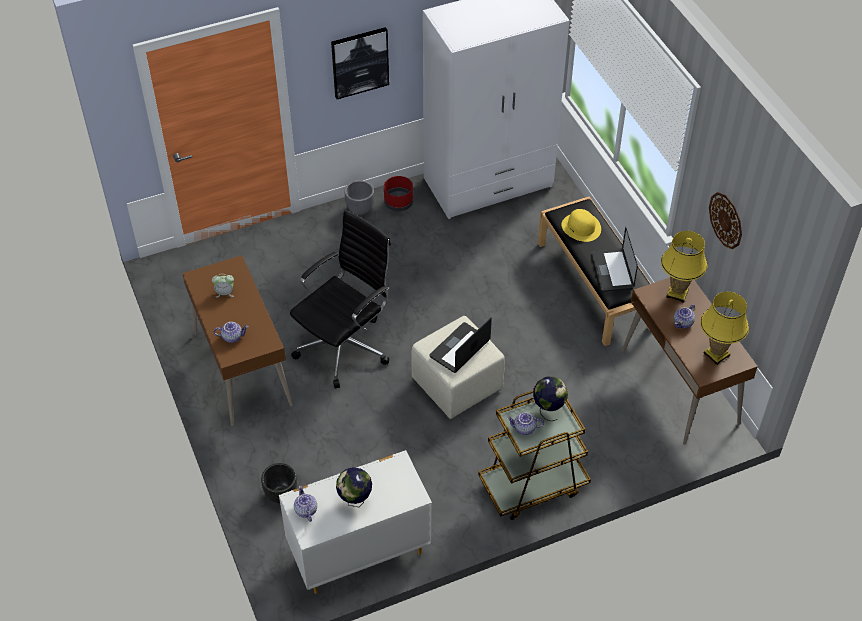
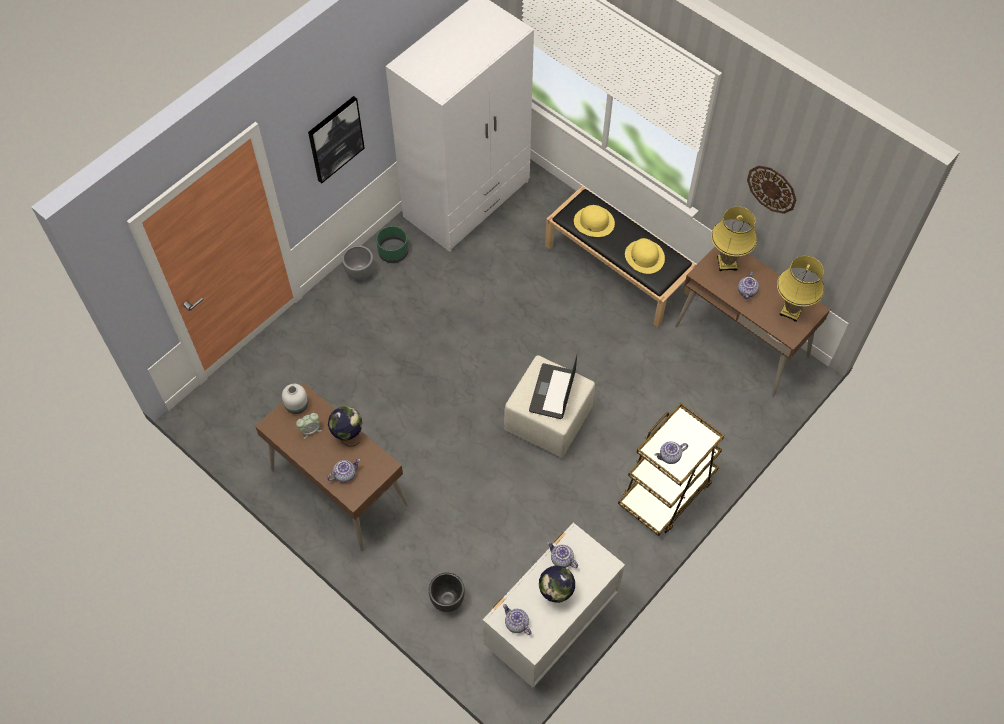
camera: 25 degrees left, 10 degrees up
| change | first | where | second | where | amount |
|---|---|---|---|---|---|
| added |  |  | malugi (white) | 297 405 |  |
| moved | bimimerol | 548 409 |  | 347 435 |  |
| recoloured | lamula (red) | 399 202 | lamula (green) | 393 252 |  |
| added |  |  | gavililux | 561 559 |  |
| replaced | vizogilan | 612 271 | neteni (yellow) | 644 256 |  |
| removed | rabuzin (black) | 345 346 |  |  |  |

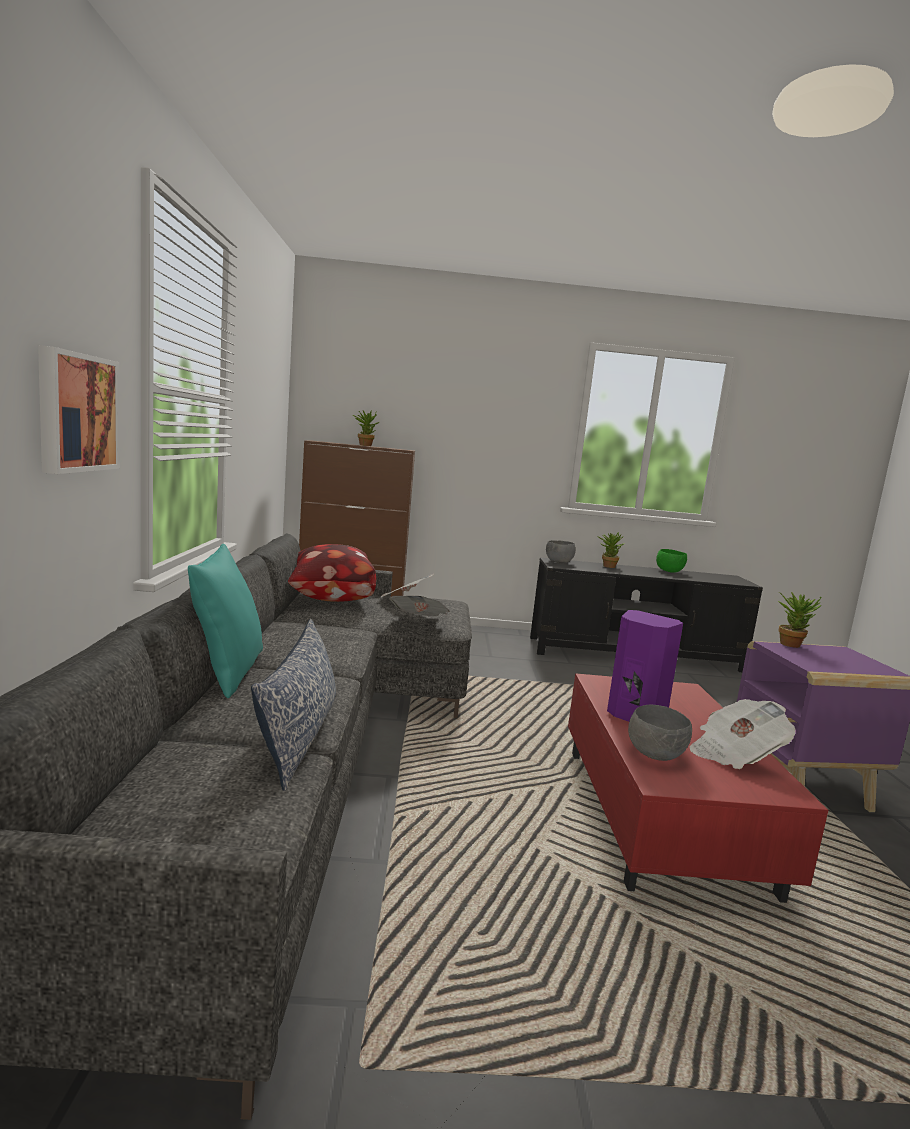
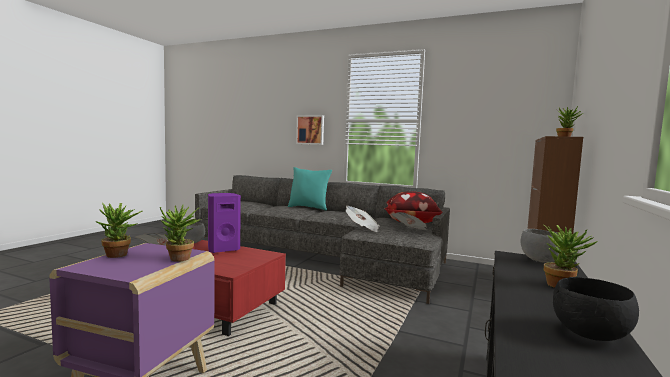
camera: 115 degrees right, 5 degrees down
| change | first | where | second | where | amount |
|---|---|---|---|---|---|
| added |  |  | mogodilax | 120 255 |  |
| recoloured | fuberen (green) | 670 571 | fuberen (black) | 590 335 |  |
| removed | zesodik | 299 734 |  |  |  |

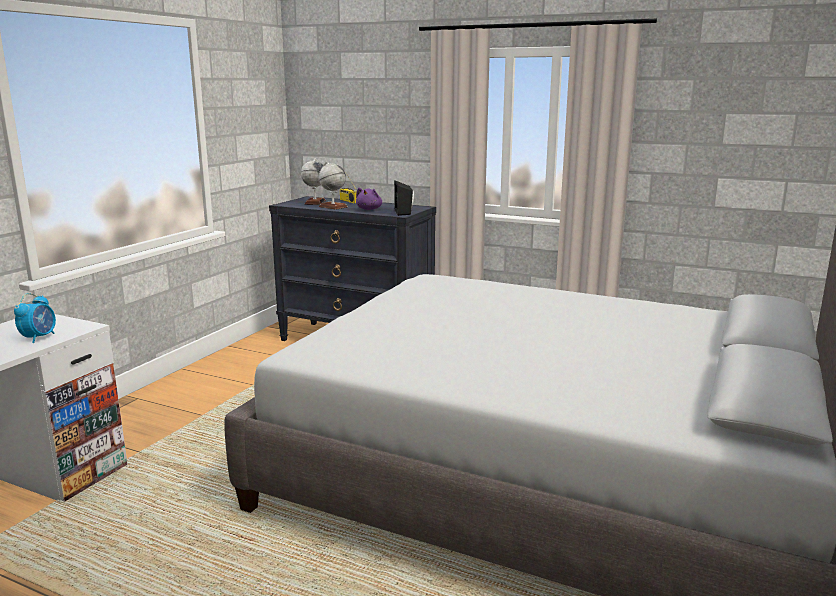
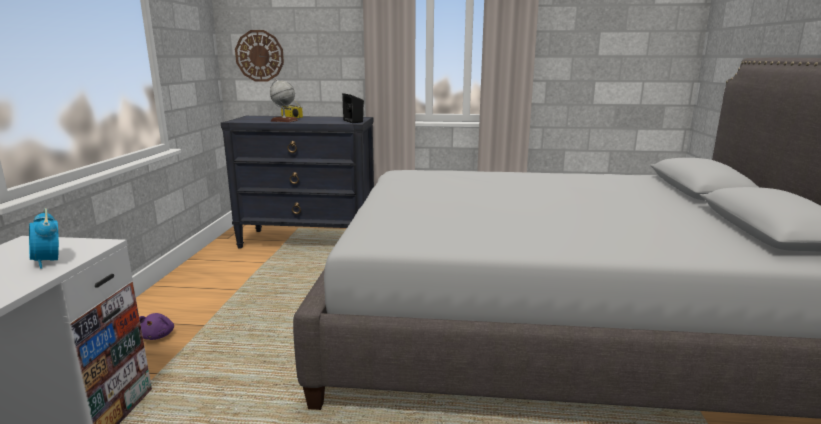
camera: 20 degrees left, 0 degrees up
| change | first | where | second | where | amount |
|---|---|---|---|---|---|
| turned | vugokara | 39 337 |  | 48 262 | 150 degrees clockwise |
| moved | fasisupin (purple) | 369 209 |  | 158 336 |  |
| added |  |  | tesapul | 259 56 |  |
| removed | bimimerol | 315 202 |  |  |  |

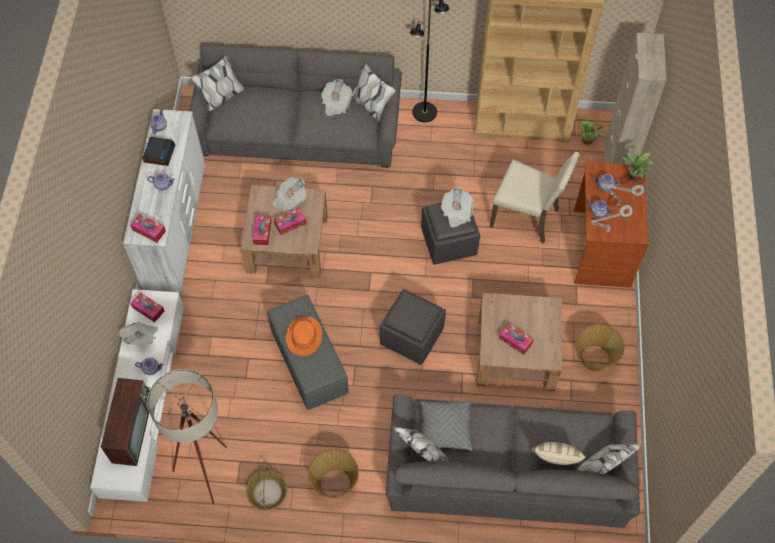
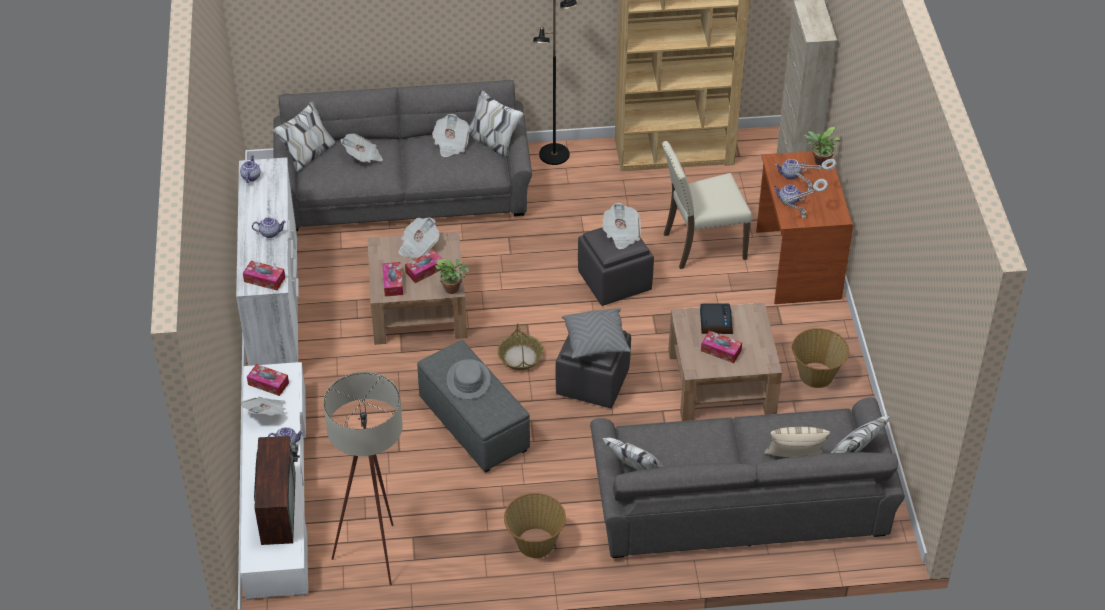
camera: 10 degrees left, 15 degrees down
| change | first | where | second | where | amount |
|---|---|---|---|---|---|
| added |  |  | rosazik | 363 157 |  |
| moved | mogodilax | 588 141 |  | 453 289 |  |
| recoloured | neteni (orange) | 304 336 | neteni (grey) | 468 380 |  |
| moved | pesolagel | 267 492 |  | 520 357 |  |
| moved | zesodik (grey) | 445 429 |  | 596 341 |  |
| turned | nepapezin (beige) | 526 217 |  | 702 245 | 150 degrees clockwise |
| moved | vugokara | 159 153 |  | 715 322 |  |

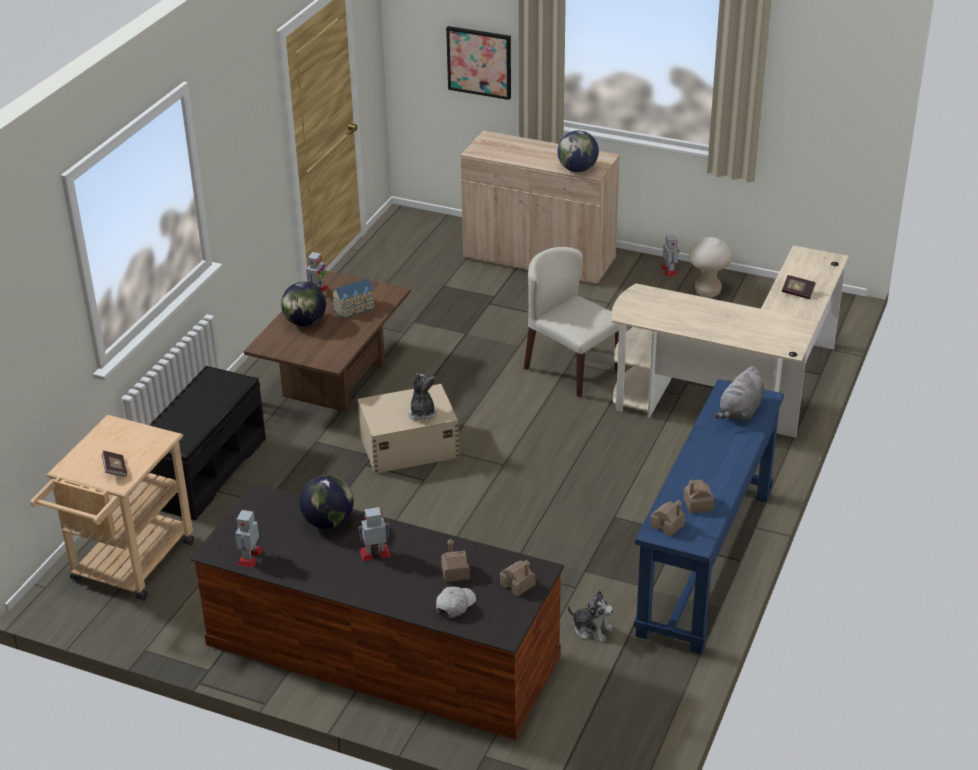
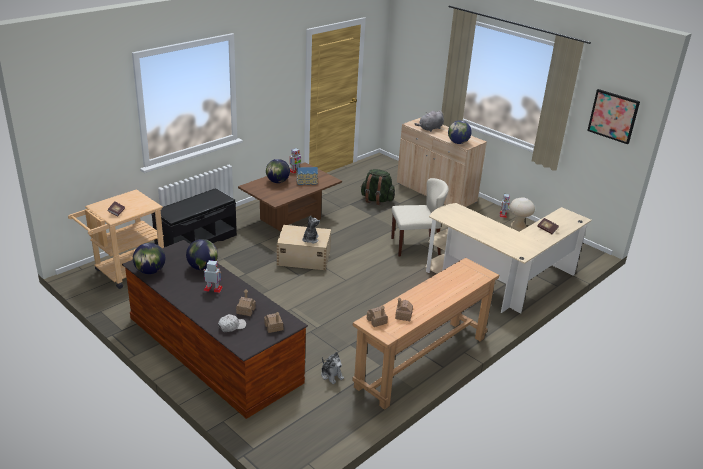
camera: 20 degrees right, 5 degrees down
| change | first | where | second | where | amount |
|---|---|---|---|---|---|
| replaced | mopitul | 250 556 | bimimerol | 150 271 |  |
| recoloured | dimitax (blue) | 705 562 | dimitax (brown) | 422 361 |  |
| added |  |  | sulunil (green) | 376 200 |  |
| turned | nepapezin (beige) | 571 369 |  | 415 246 | 105 degrees clockwise |
| moved | fasisupin (grey) | 740 411 |  | 430 129 |  |
| moved | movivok | 479 62 |  | 613 116 |  |

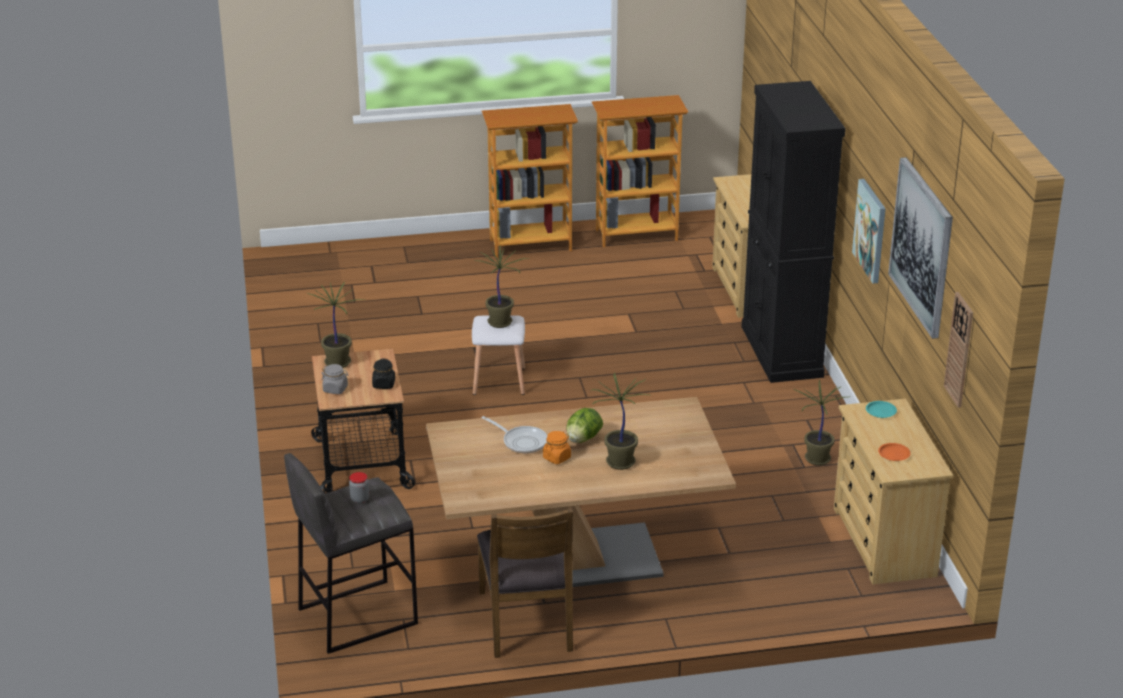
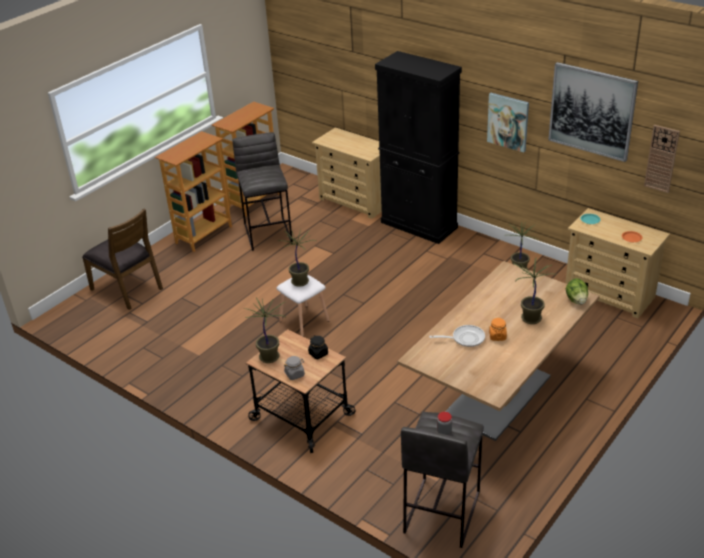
camera: 40 degrees left, 5 degrees up
| change | first | where | second | where | amount |
|---|---|---|---|---|---|
| moved | nepapezin (brown) | 527 621 |  | 128 288 |  |
| added |  |  | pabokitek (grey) | 268 233 |  |
| moved | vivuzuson | 583 439 |  | 576 300 |  |

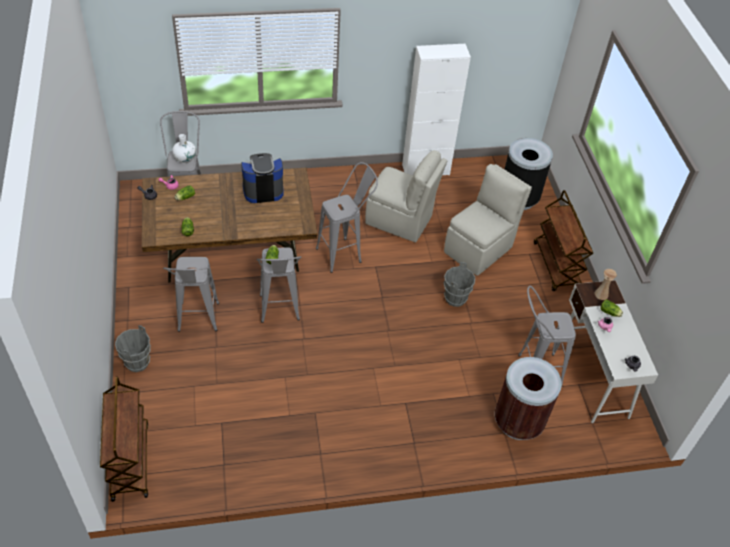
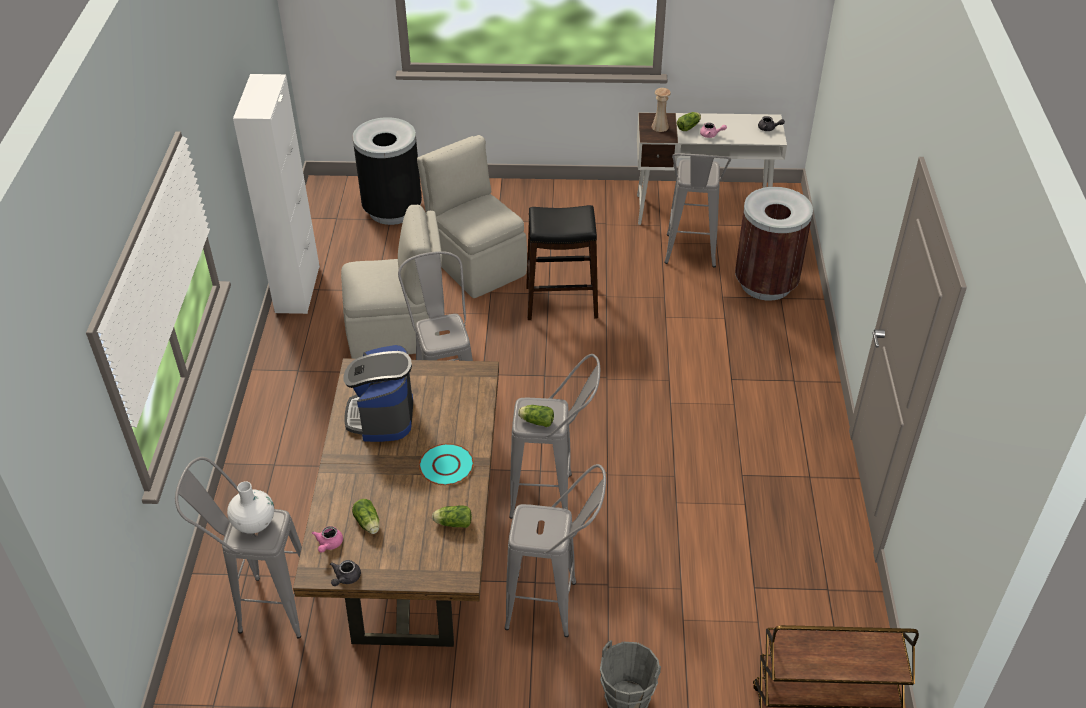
camera: 75 degrees left, 5 degrees down
| change | first | where | second | where | amount |
|---|---|---|---|---|---|
| turned | nepapezin (beige) | 400 220 |  | 397 333 | 45 degrees clockwise |
| added |  |  | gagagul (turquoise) | 446 465 |  |
| replaced | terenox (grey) | 455 298 | pabokitek (black) | 562 302 |  |
| removed | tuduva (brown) | 556 266 |  |  |  |

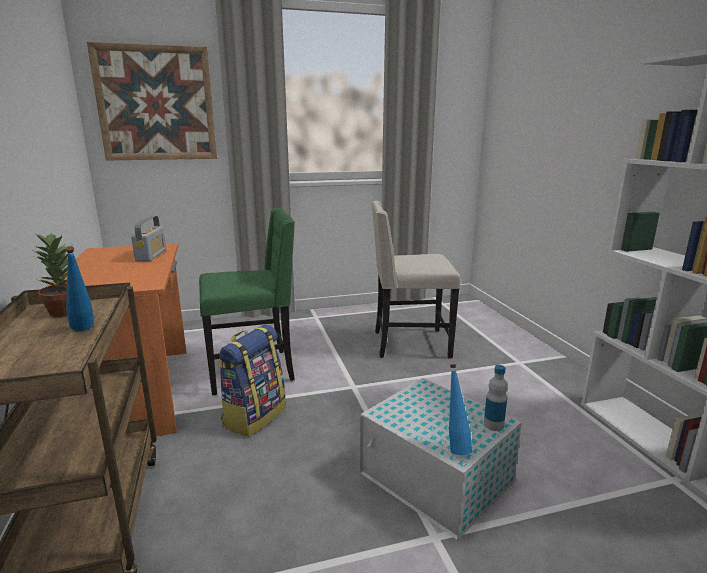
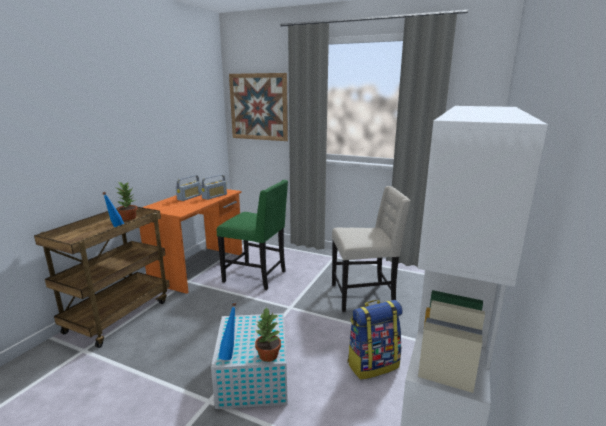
camera: 40 degrees right, 0 degrees up
| change | first | where | second | where | amount |
|---|---|---|---|---|---|
| added |  |  | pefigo | 189 197 |  |
| replaced | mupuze | 493 425 | mogodilax | 268 356 |  |
| turned | nepapezin (beige) | 409 344 |  | 364 296 | 135 degrees clockwise |
| moved | sulunil | 254 416 |  | 373 364 |  |

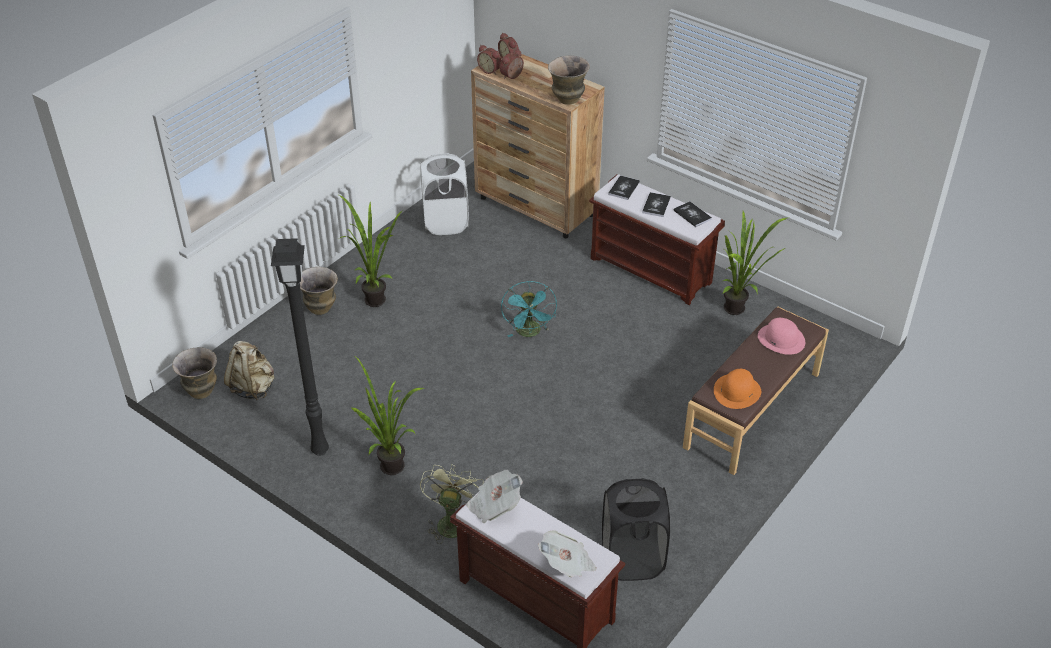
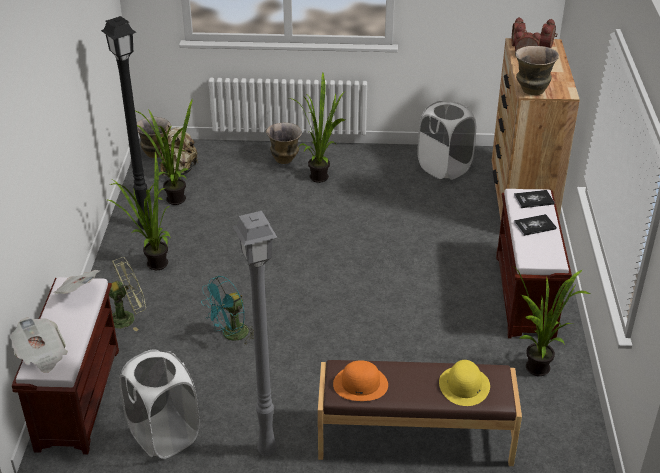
camera: 55 degrees right, 5 degrees down
| change | first | where | second | where | amount |
|---|---|---|---|---|---|
| recoloured | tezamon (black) | 632 559 | tezamon (white) | 164 435 |  |
| added |  |  | mogodilax | 172 198 |  |
| moved | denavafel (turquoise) | 530 333 |  | 231 335 |  |
| added |  |  | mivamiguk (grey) | 268 450 |  |
| recoloured | neteni (pink) | 781 339 | neteni (yellow) | 464 386 |  |
| removed | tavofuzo | 692 215 |  |  |  |

